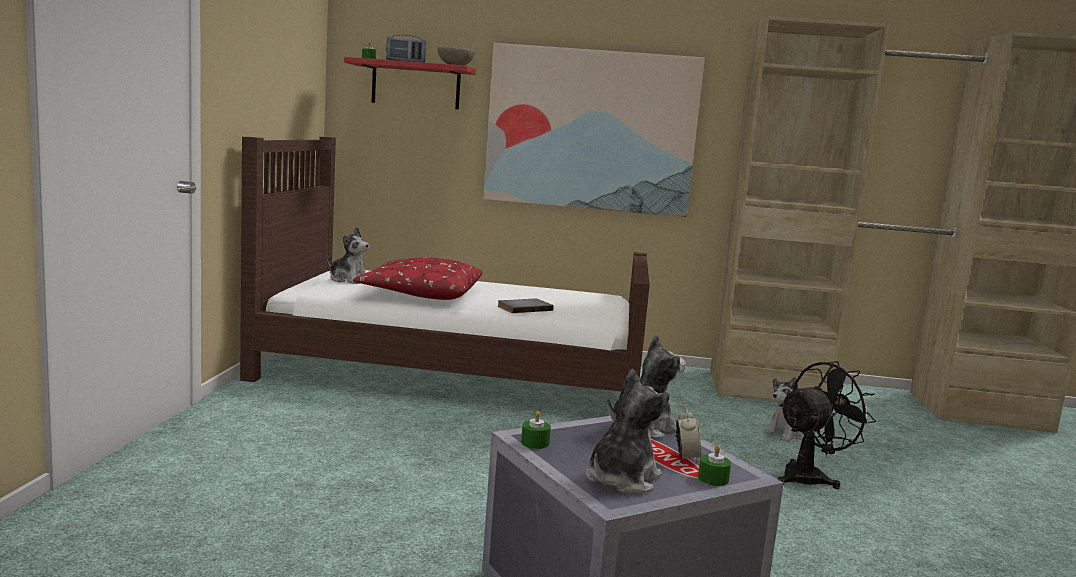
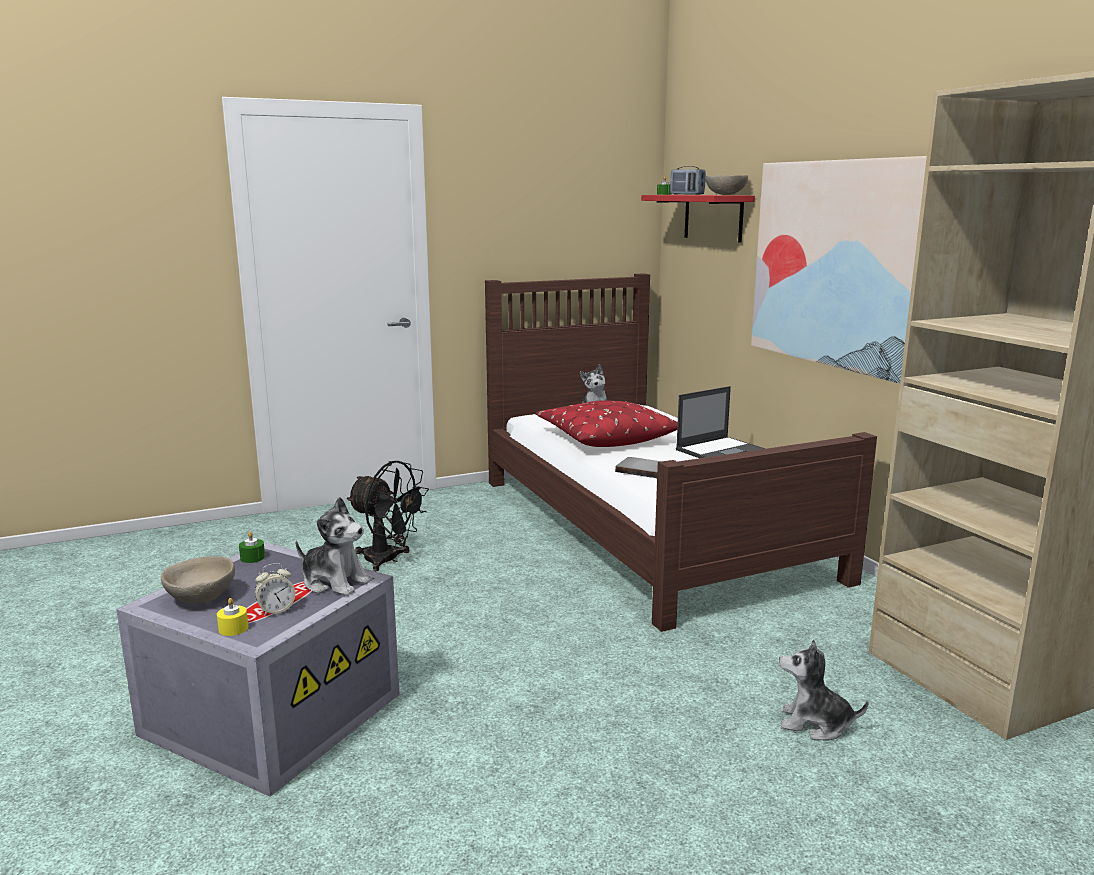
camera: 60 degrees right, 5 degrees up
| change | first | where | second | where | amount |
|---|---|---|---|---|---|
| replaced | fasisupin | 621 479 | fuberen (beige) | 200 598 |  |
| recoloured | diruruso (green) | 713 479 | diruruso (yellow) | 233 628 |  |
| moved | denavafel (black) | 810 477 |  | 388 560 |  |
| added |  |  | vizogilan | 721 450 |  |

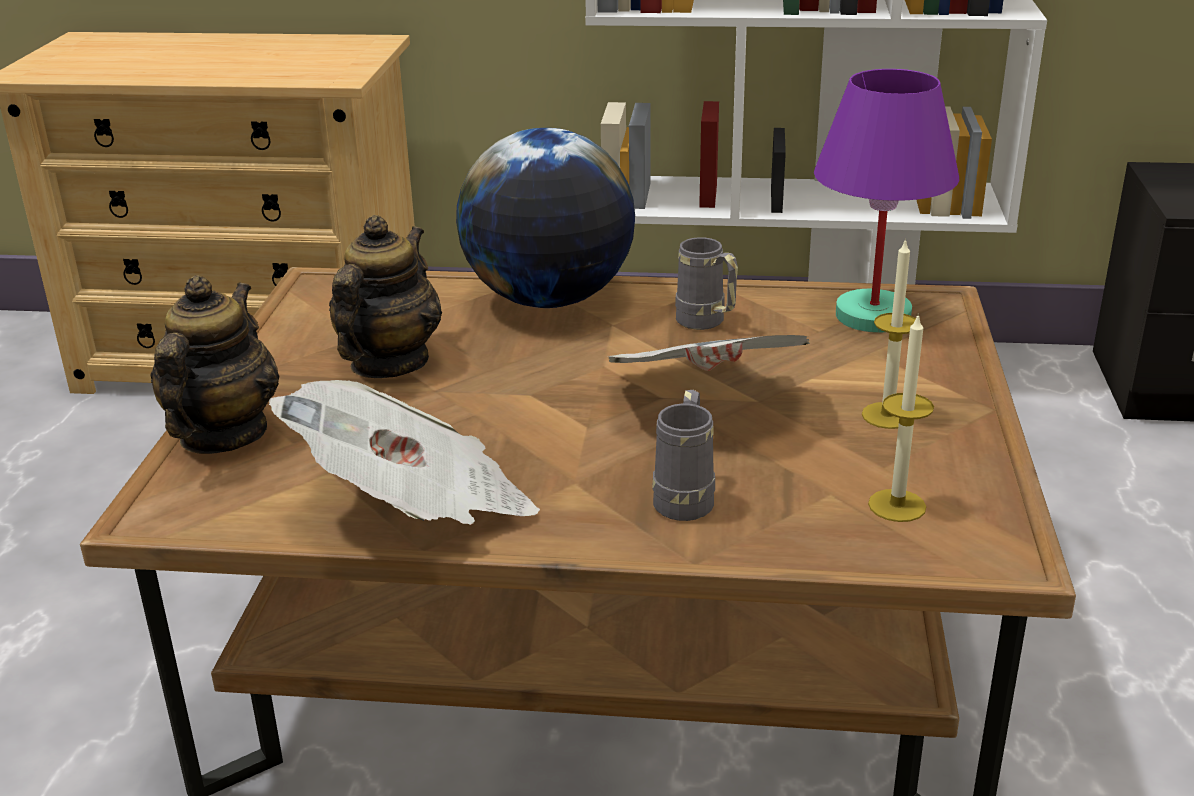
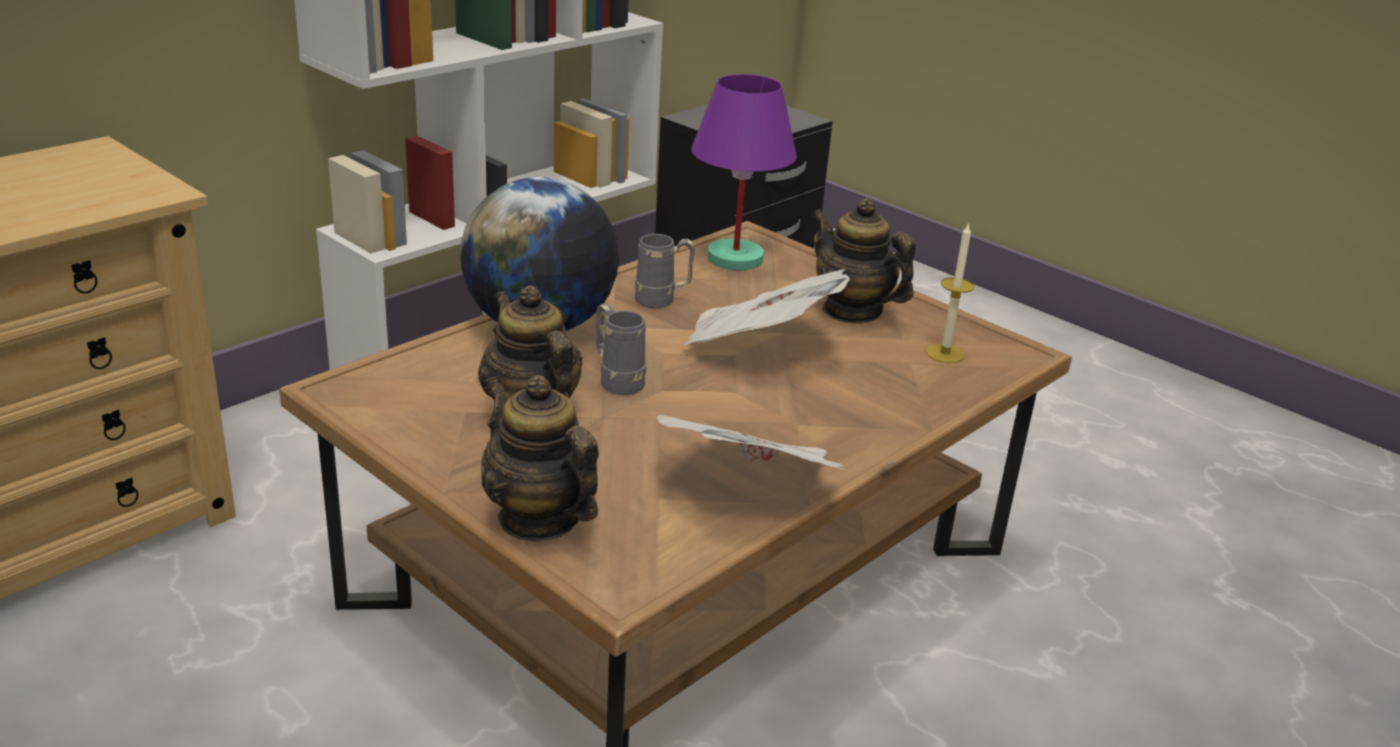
camera: 55 degrees left, 0 degrees up
| change | first | where | second | where | amount |
|---|---|---|---|---|---|
| moved | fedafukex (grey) | 686 497 |  | 617 380 |  |
| replaced | diruruso | 887 415 | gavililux | 852 311 |  |

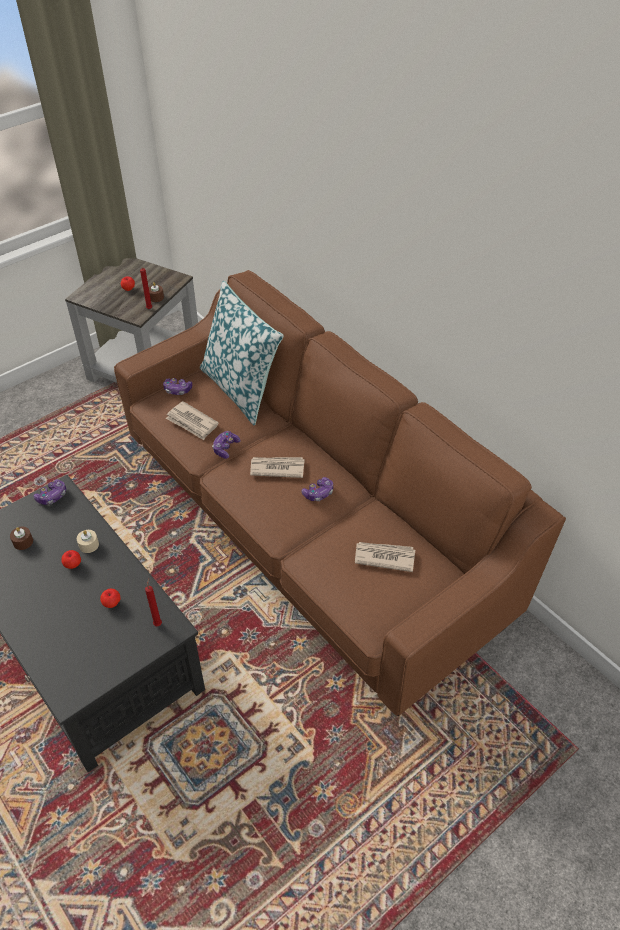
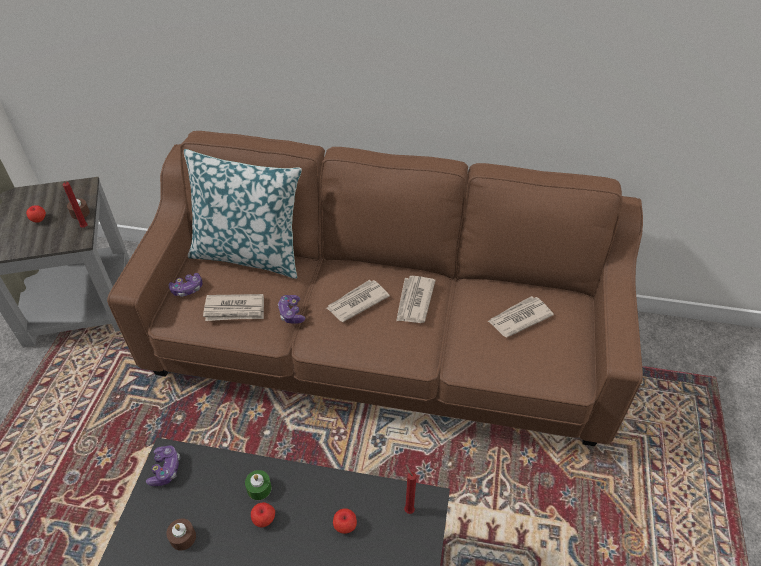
camera: 40 degrees left, 0 degrees up
| change | first | where | second | where | amount |
|---|---|---|---|---|---|
| recoloured | diruruso (beige) | 89 545 | diruruso (green) | 259 488 |  |
| replaced | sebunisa | 318 493 | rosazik | 414 301 |  |

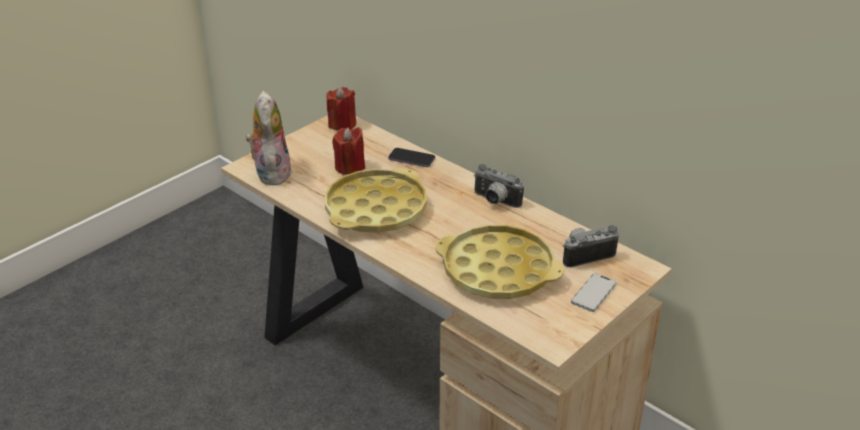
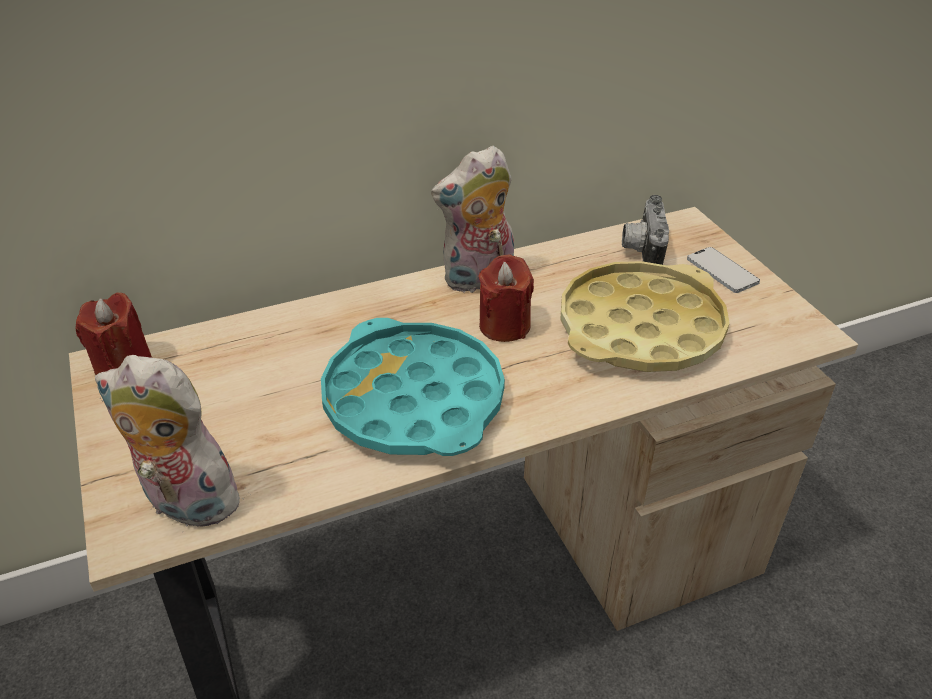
camera: 65 degrees left, 5 degrees up
| change | first | where | second | where | amount |
|---|---|---|---|---|---|
| recoloured | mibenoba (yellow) | 375 209 | mibenoba (turquoise) | 413 400 |  |
| replaced | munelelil | 494 201 | fasisupin | 478 281 |  |
| moved | diruruso (red) | 350 167 |  | 504 326 |  |
| removed | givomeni | 411 159 |  |  |  |

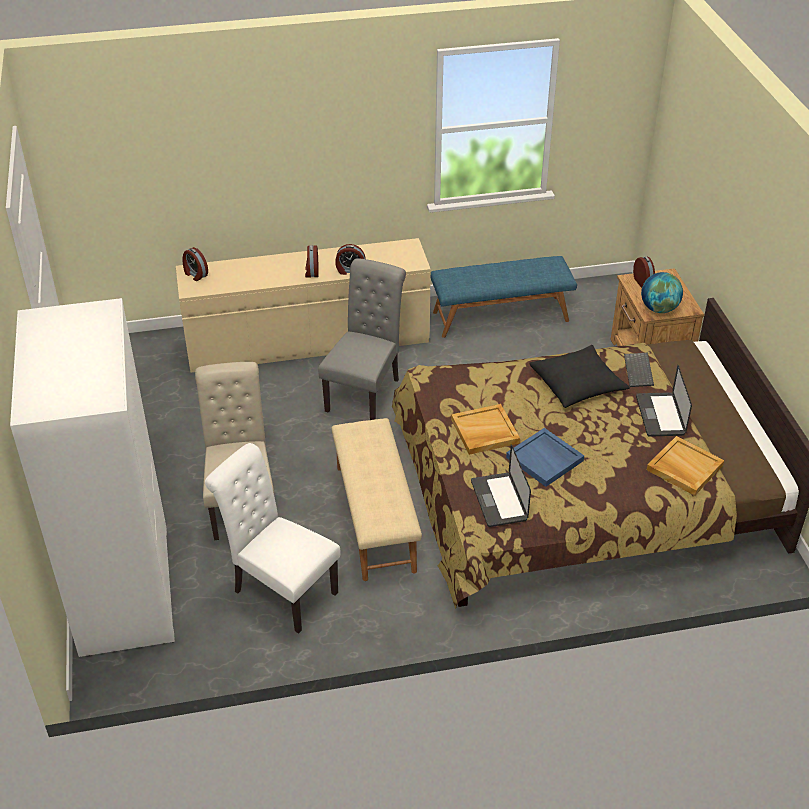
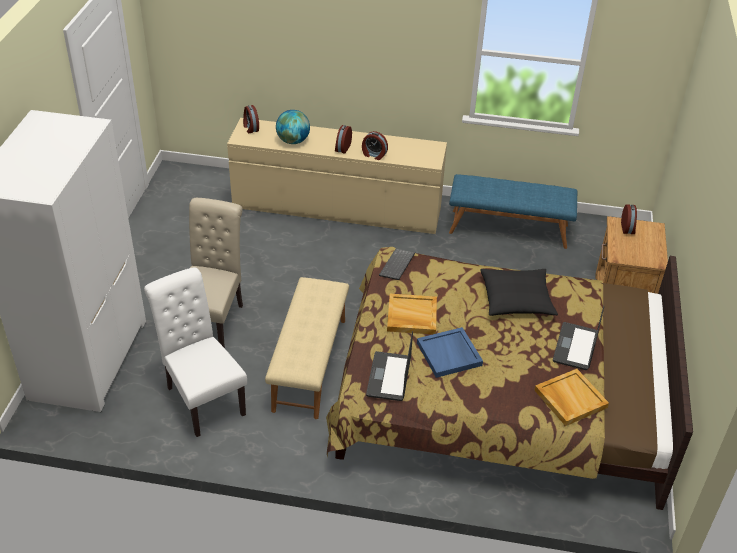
camera: 20 degrees right, 0 degrees up
| change | first | where | second | where | amount |
|---|---|---|---|---|---|
| moved | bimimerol | 659 309 |  | 293 141 |  |
| moved | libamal | 639 371 |  | 397 266 |  |
| removed | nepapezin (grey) | 365 392 |  |  |  |

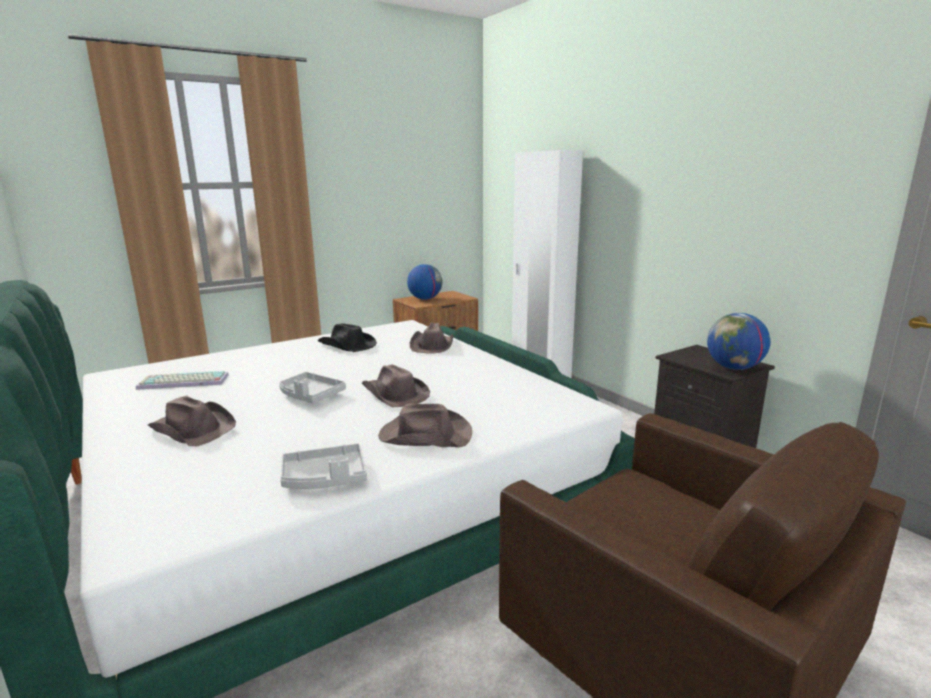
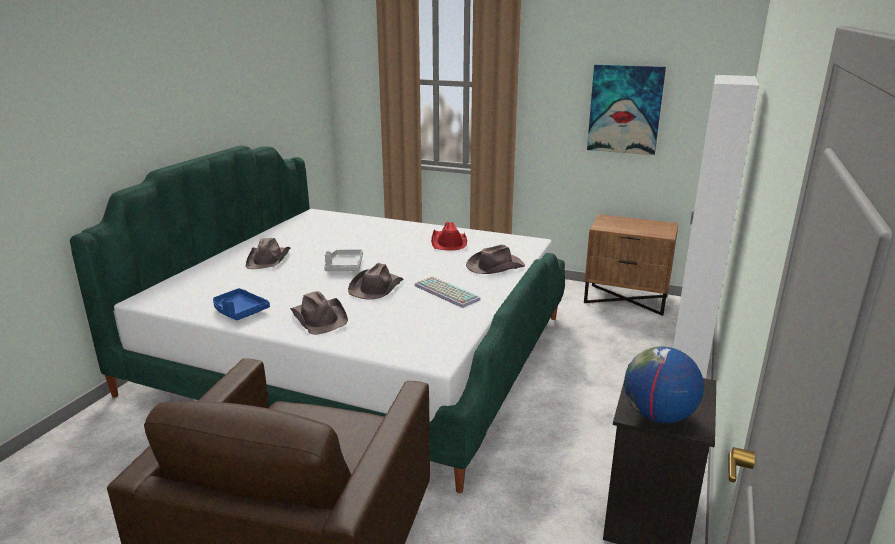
camera: 55 degrees right, 5 degrees up
| change | first | where | second | where | amount |
|---|---|---|---|---|---|
| recoloured | mibenoba (grey) | 325 478 | mibenoba (blue) | 239 311 |  |
| moved | libamal | 182 382 |  | 445 293 |  |
| recoloured | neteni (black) | 347 346 | neteni (red) | 449 242 |  |
| added |  |  | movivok | 625 109 |  |
| removed | bimimerol | 425 299 |  |  |  |

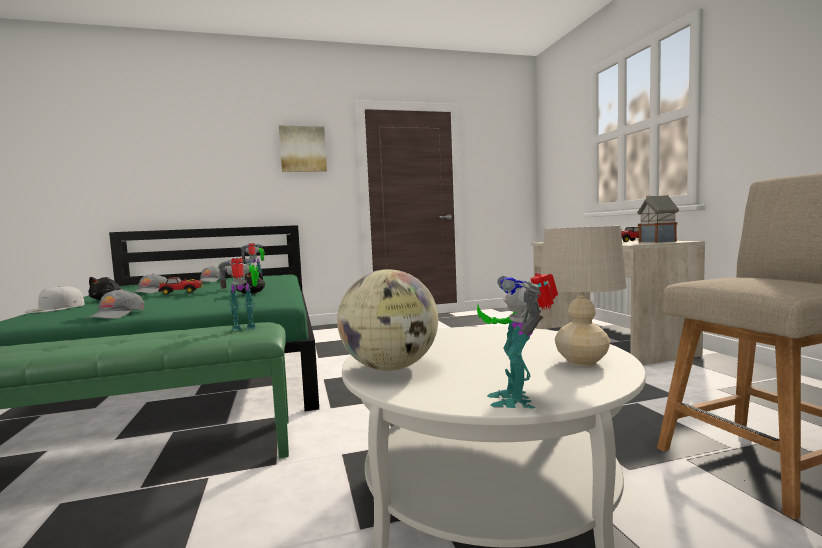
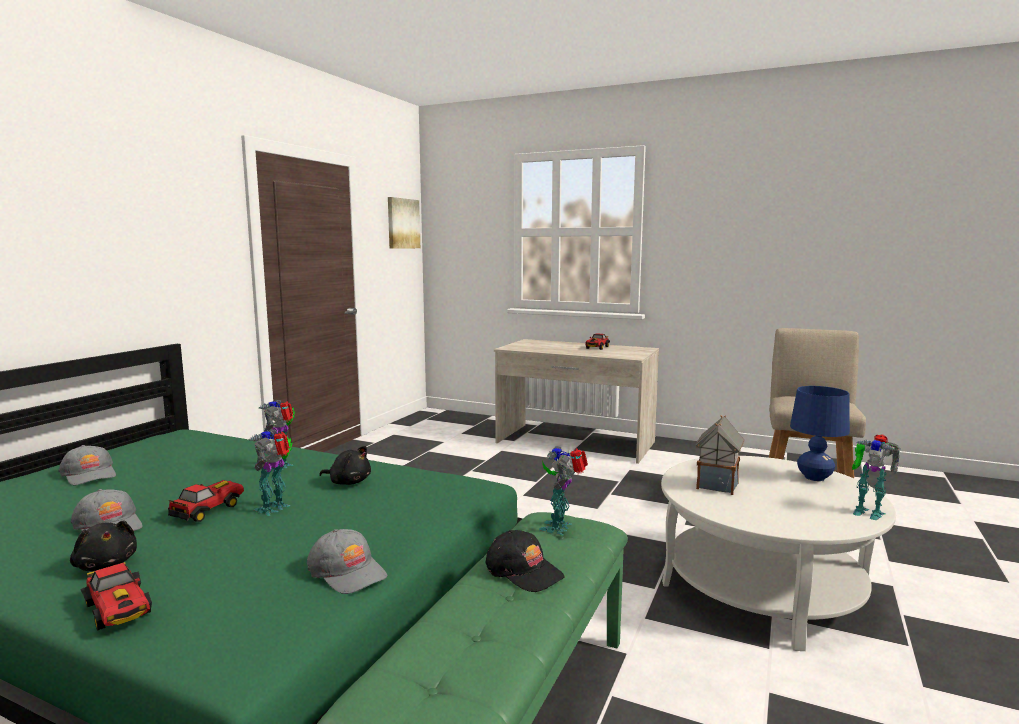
camera: 50 degrees left, 5 degrees up
| change | first | where | second | where | amount |
|---|---|---|---|---|---|
| replaced | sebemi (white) | 56 308 | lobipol | 119 611 |  |
| added |  |  | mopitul | 275 508 |  |
| moved | movivok | 303 149 |  | 402 223 |  |
| added |  |  | sebemi (black) | 523 571 |  |
| moved | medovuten | 657 242 |  | 717 485 |  |
| recoloured | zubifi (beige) | 582 362 | zubifi (blue) | 814 477 |  |
| removed | bimimerol | 390 368 |  |  |  |

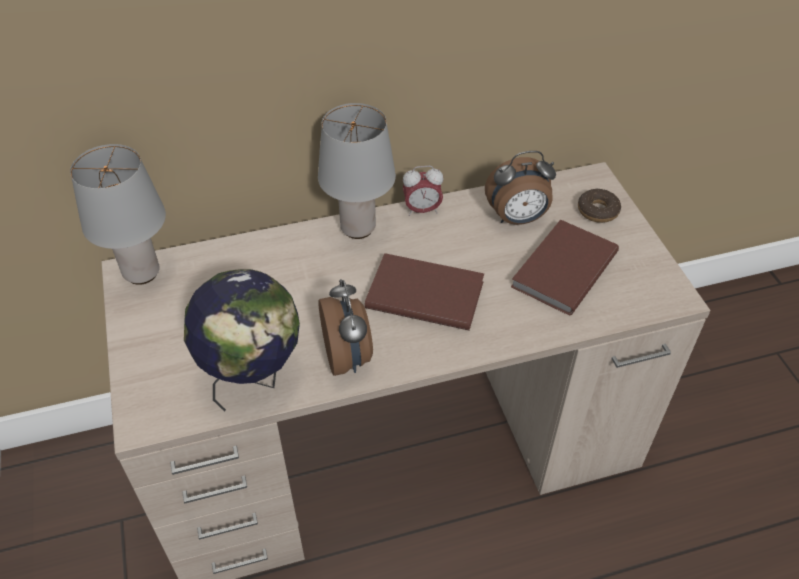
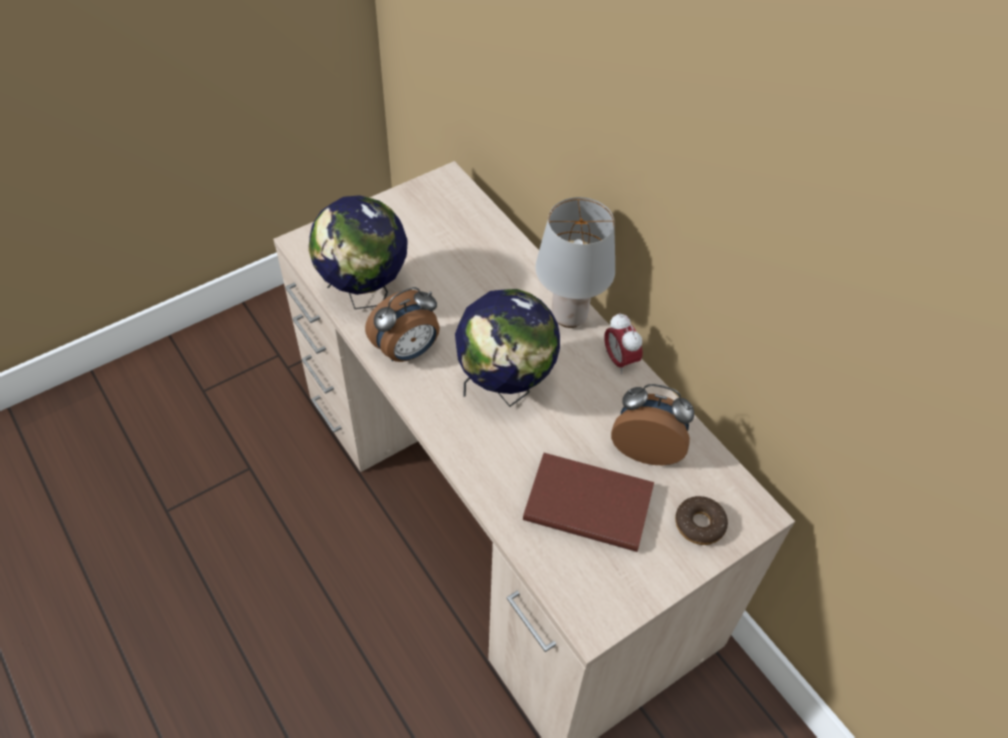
camera: 70 degrees right, 5 degrees up
| change | first | where | second | where | amount |
|---|---|---|---|---|---|
| replaced | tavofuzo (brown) | 424 293 | bimimerol | 505 388 |  |
| turned | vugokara | 517 219 |  | 647 447 | 135 degrees clockwise |
| removed | zubifi (grey) | 140 273 |  |  |  |

